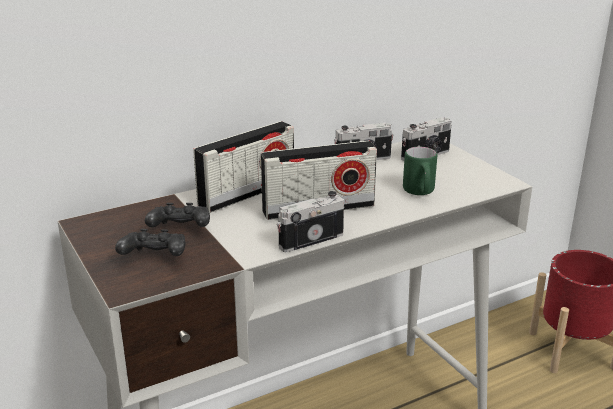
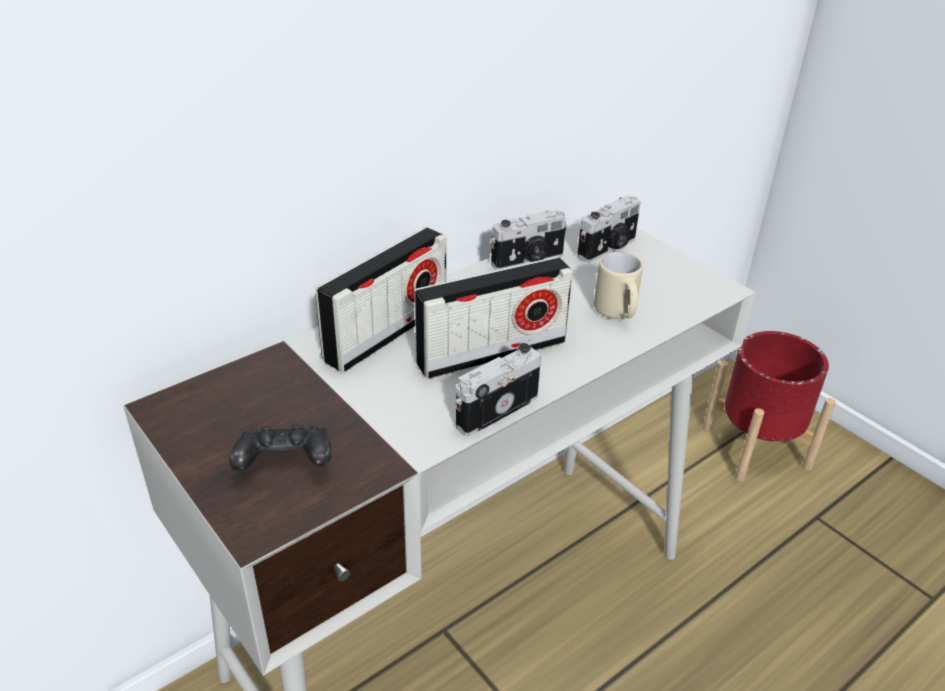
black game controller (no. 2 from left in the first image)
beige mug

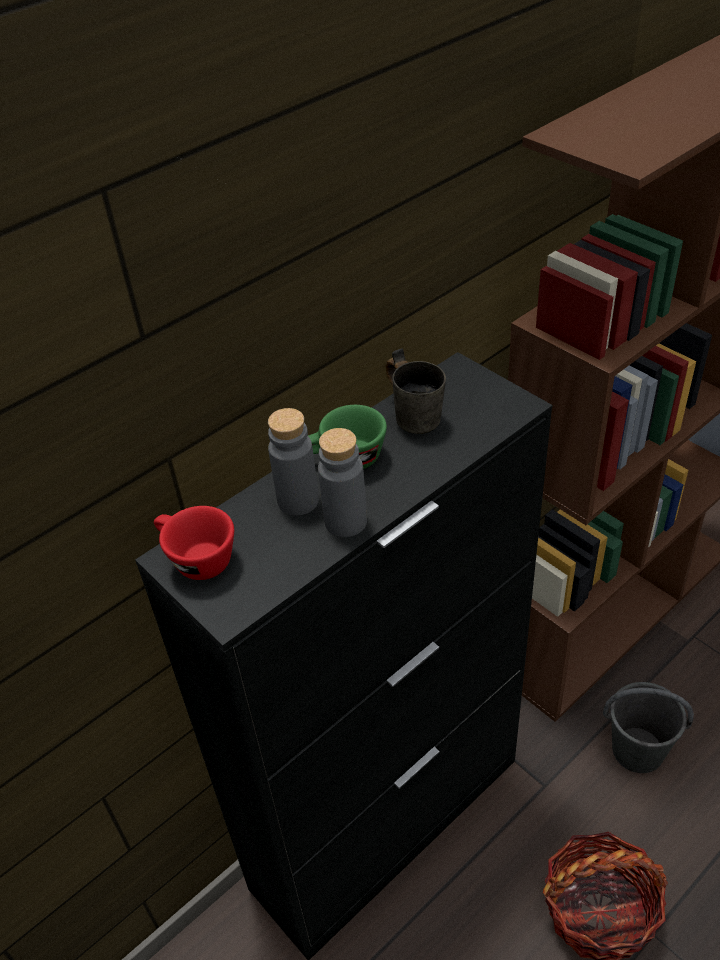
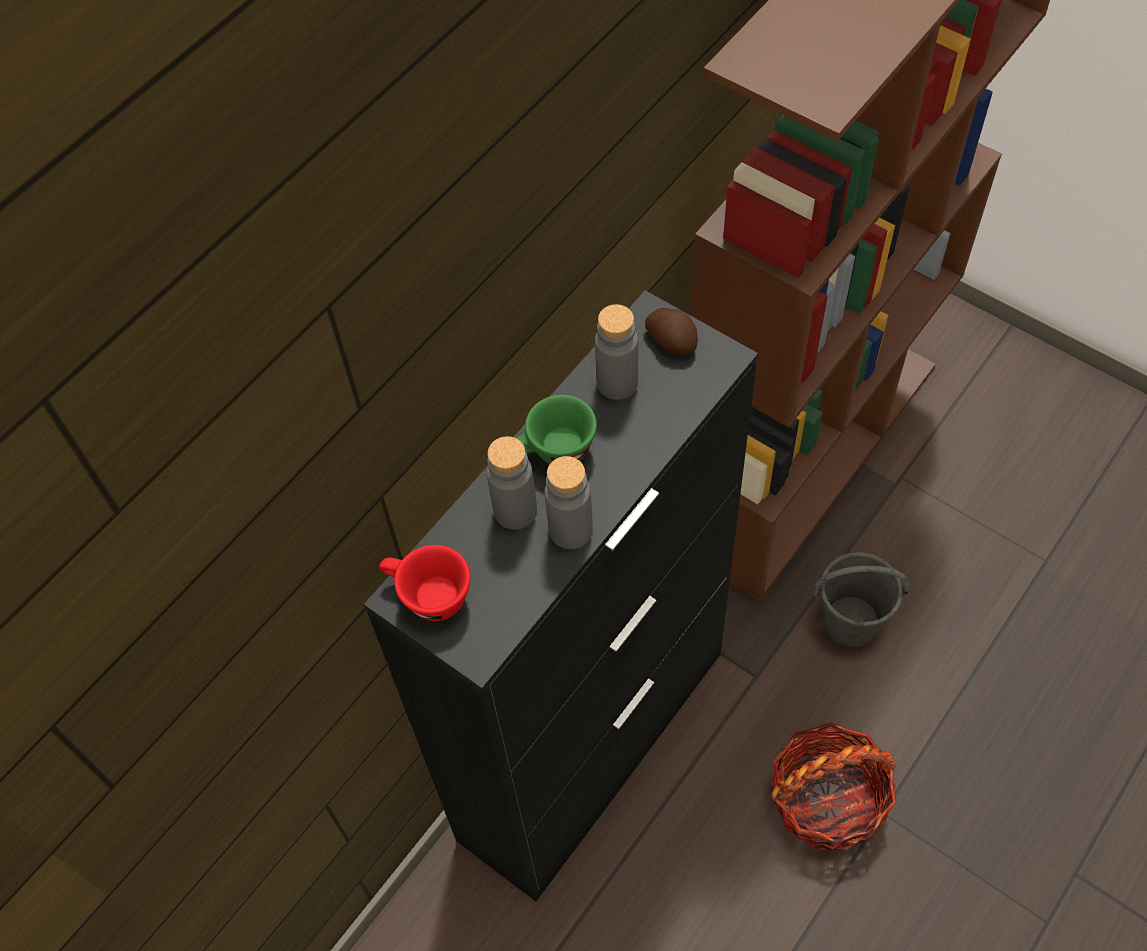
grey bottle (no. 3 from left)
potato

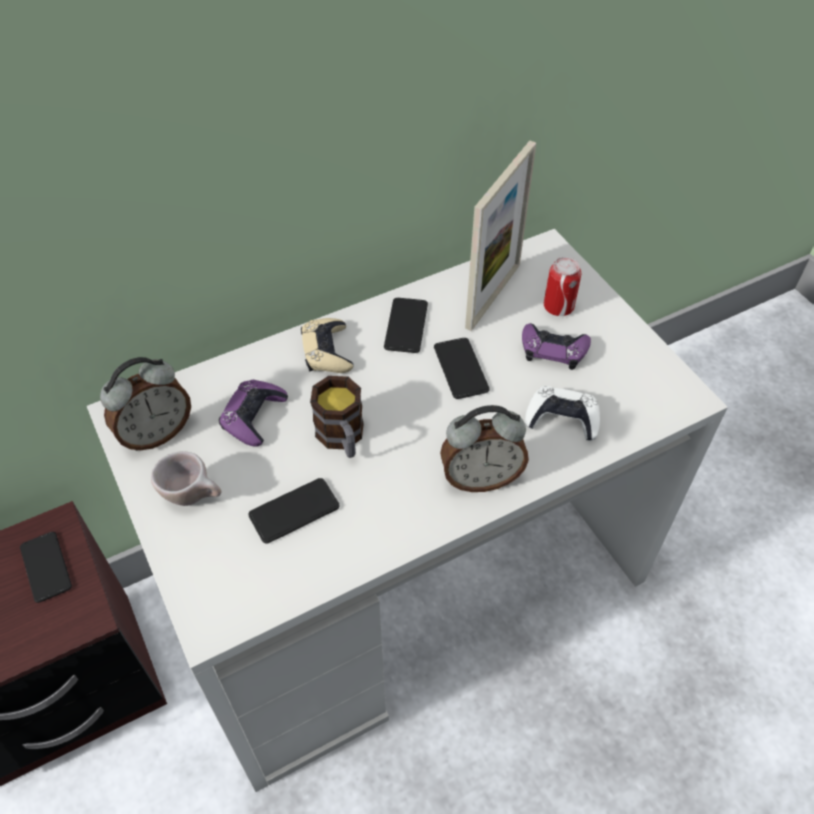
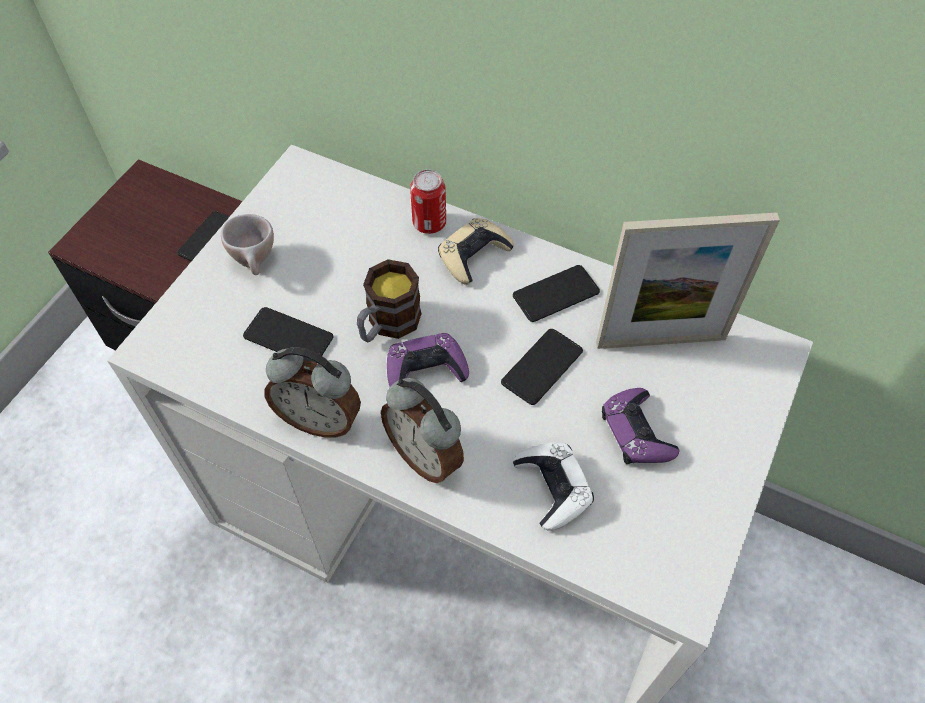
alarm clock (no. 1 from left)
purple game controller (no. 1 from left)
can

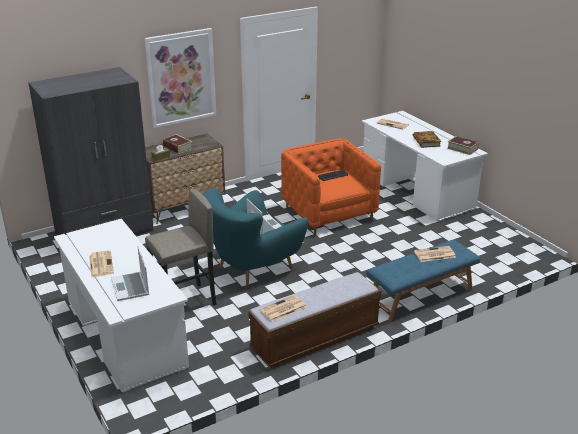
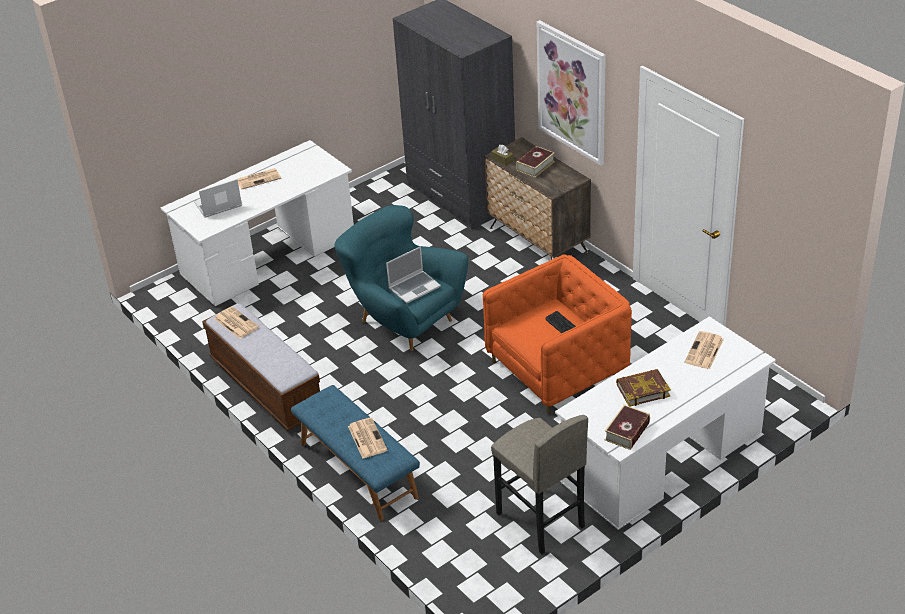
grey stool

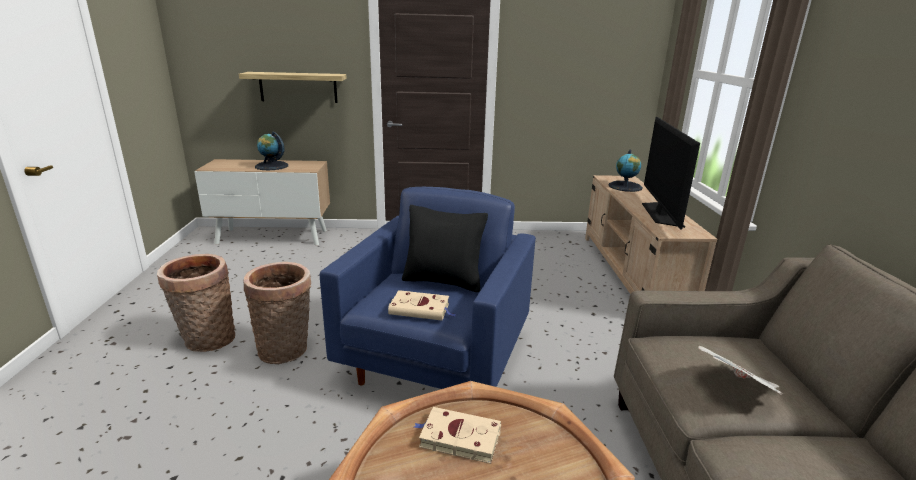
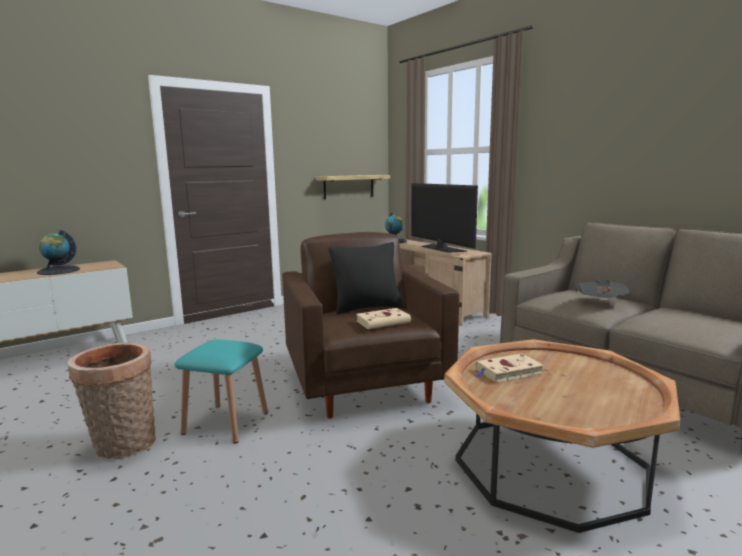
shelf
turquoise stool
brown armchair

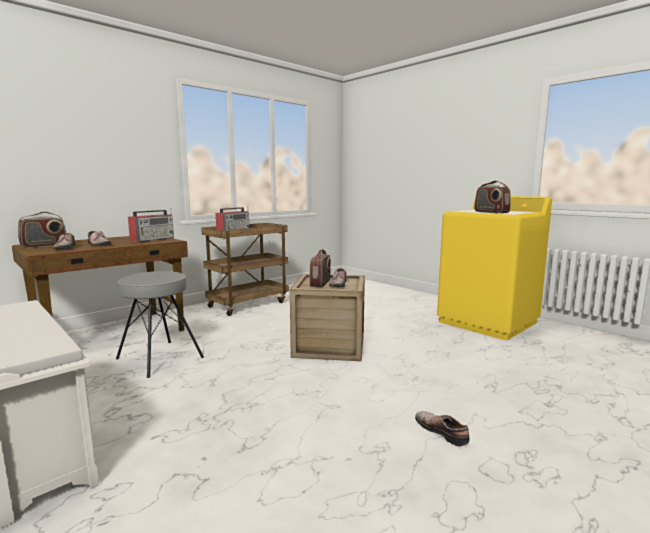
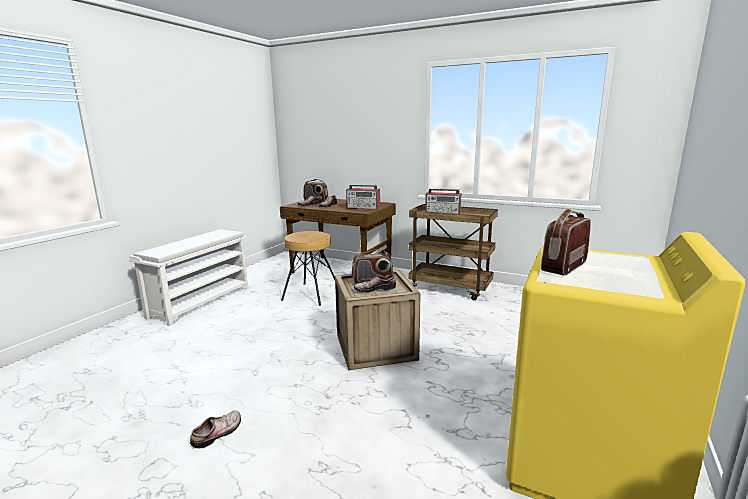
brown stool

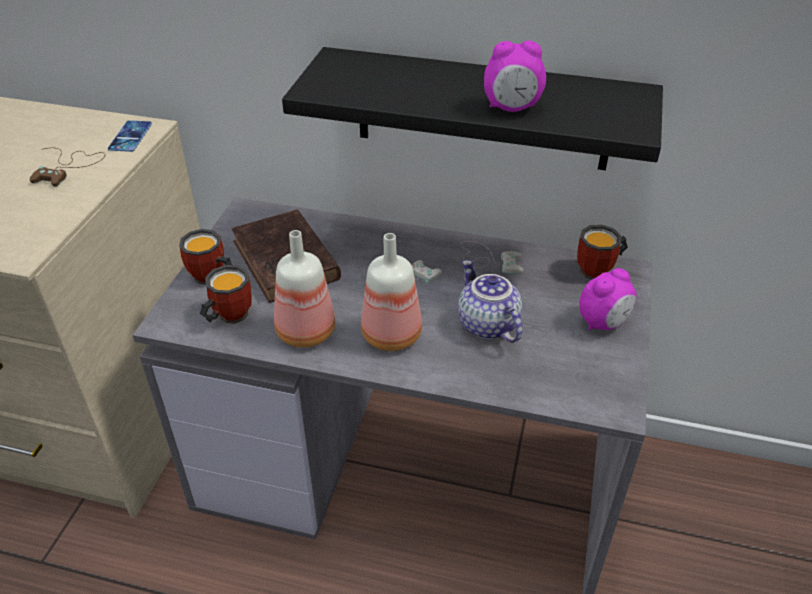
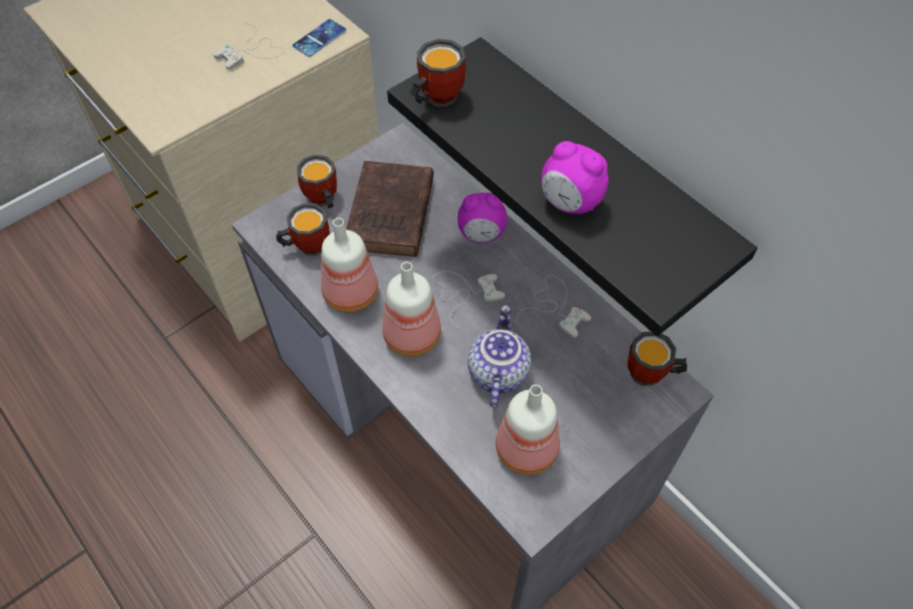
white game controller (no. 1 from left)
alarm clock (no. 1 from left)
mug (no. 3 from left)
bottle (no. 3 from left)

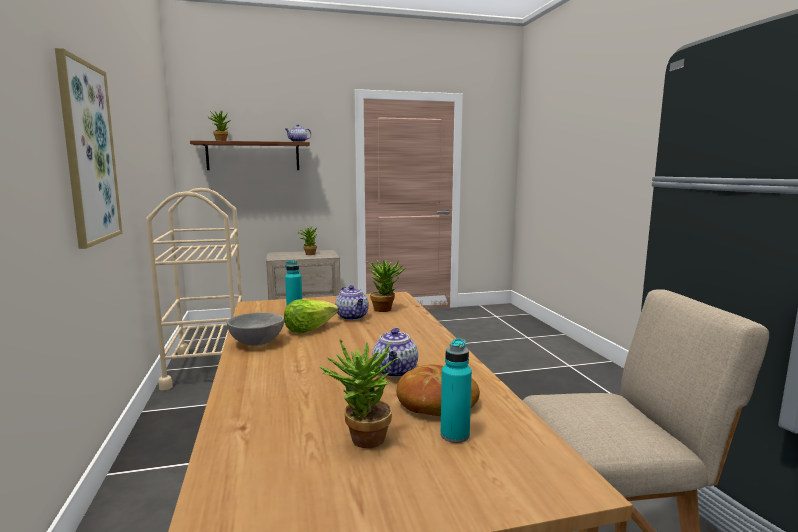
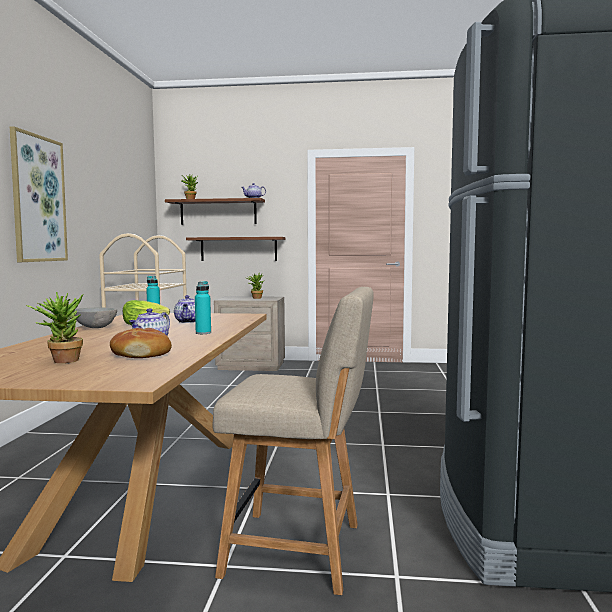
potted plant (no. 4 from left in the first image)
turquoise bottle (no. 2 from left)
brown shelf (no. 2 from left)

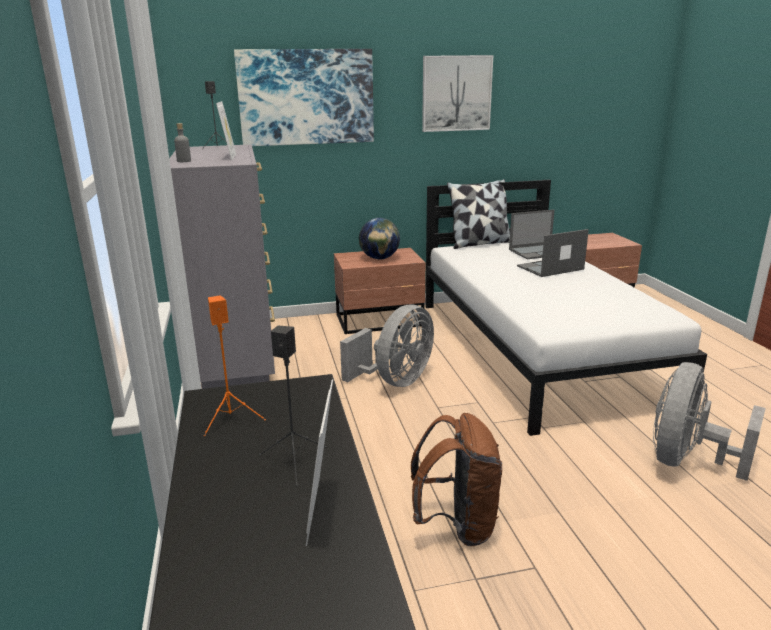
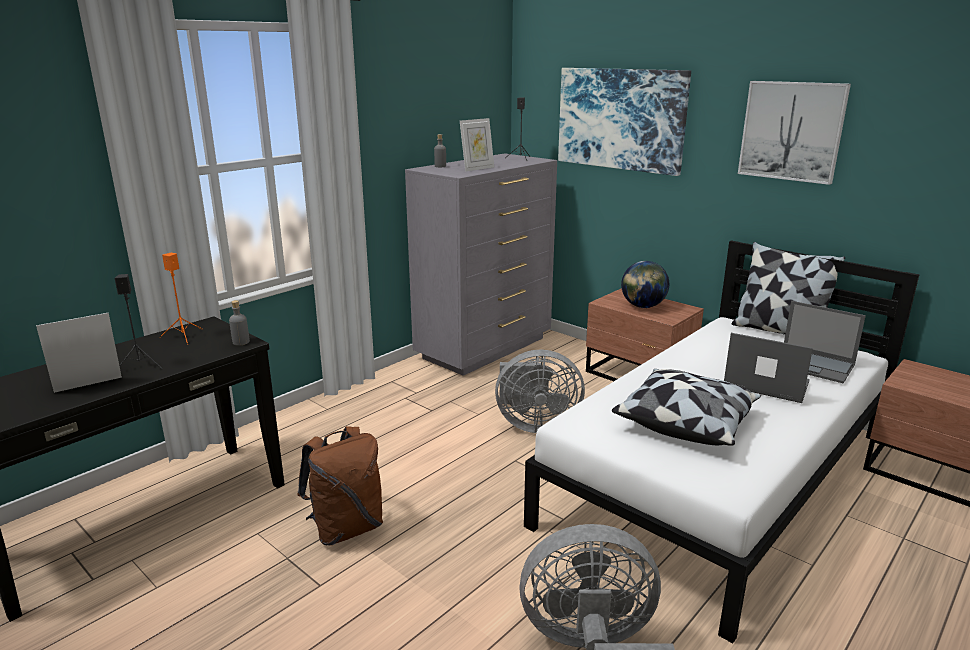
grey bottle (no. 1 from left)
pillow (no. 1 from left)

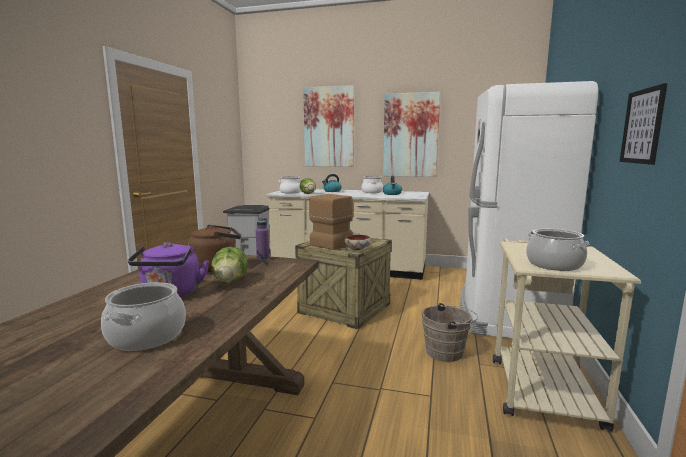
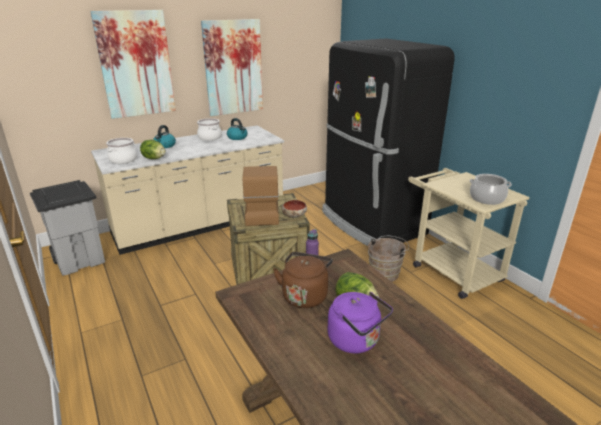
cooking pot (no. 1 from left in the first image)
black fridge
picture (no. 3 from left in the first image)

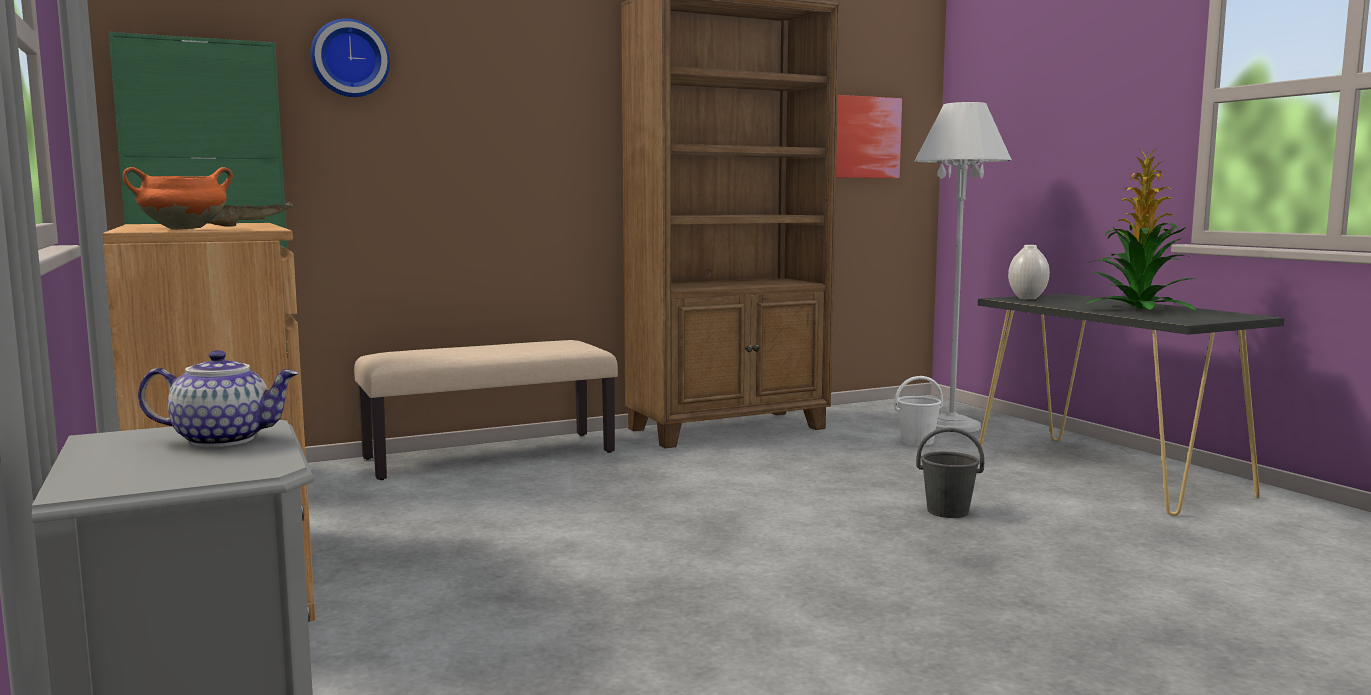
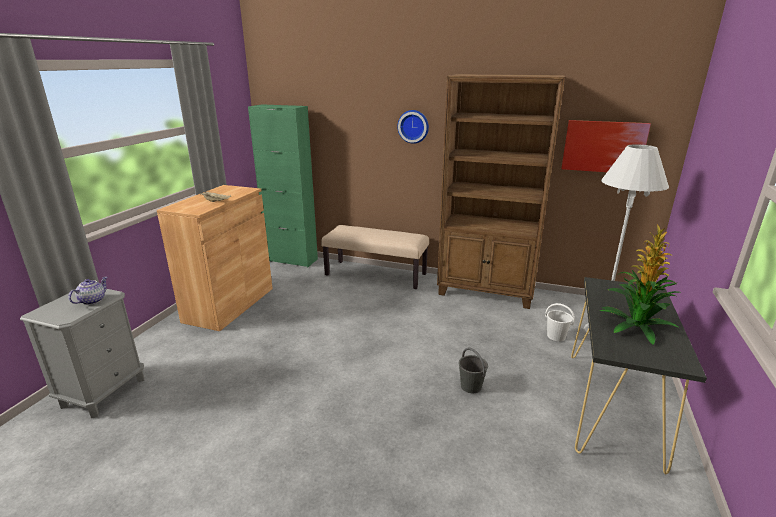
orange cooking pot
teapot
wall clock
white vase

